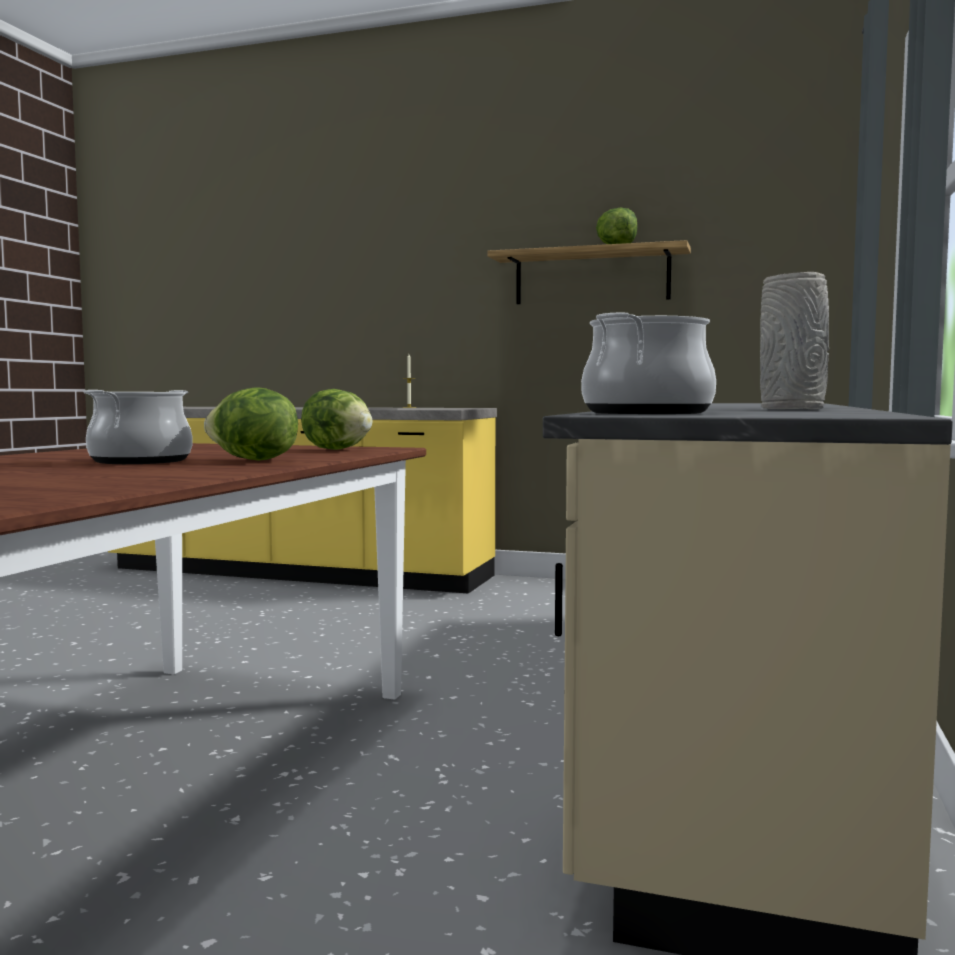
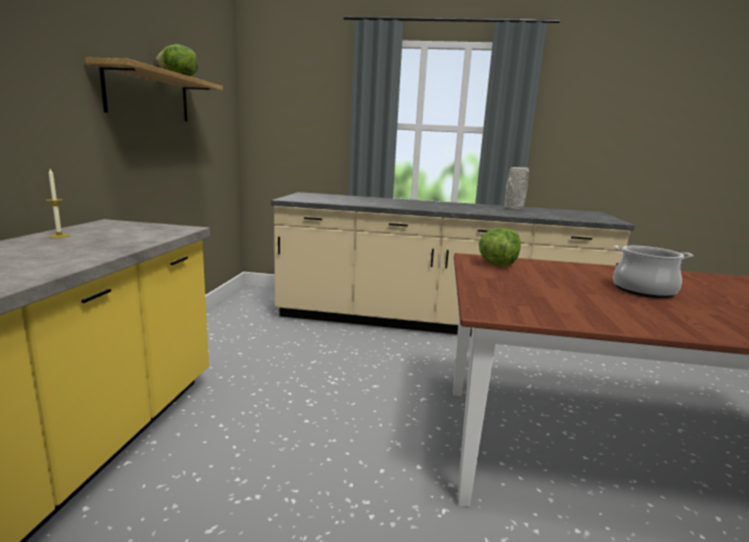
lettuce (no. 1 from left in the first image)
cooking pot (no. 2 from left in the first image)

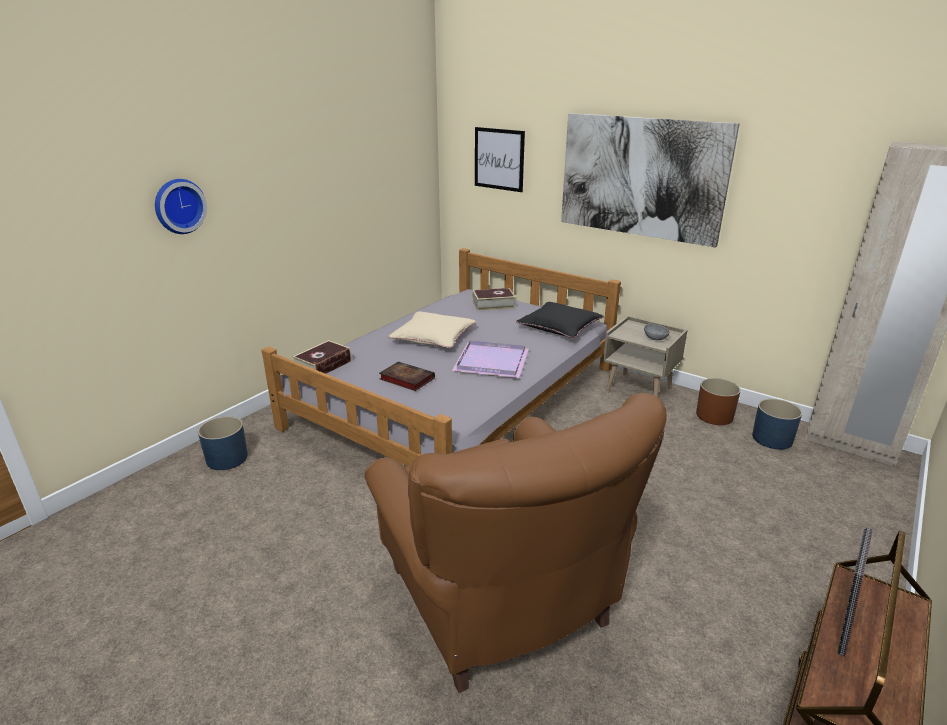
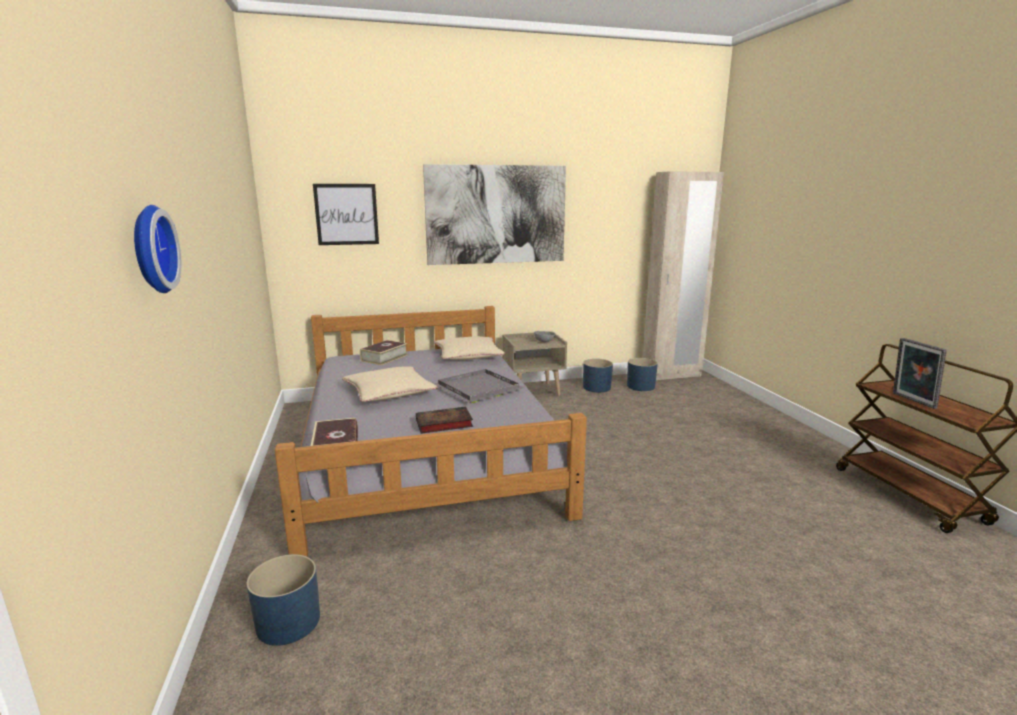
brown armchair
grey tray
beige pillow (no. 2 from left)
blue planter (no. 2 from left)

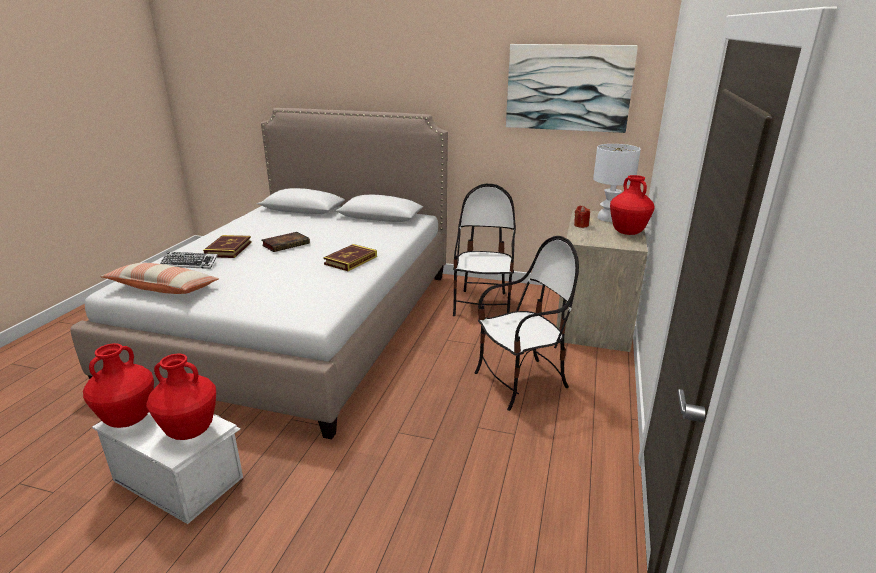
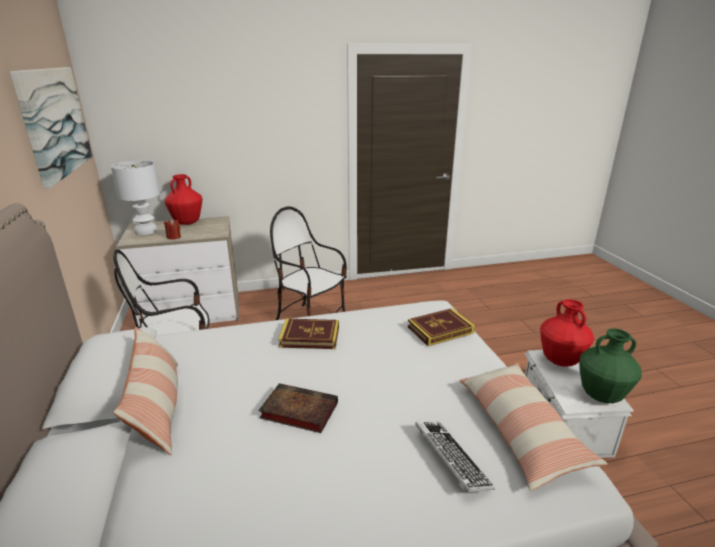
green vase
book (no. 3 from left)
pillow (no. 1 from left)

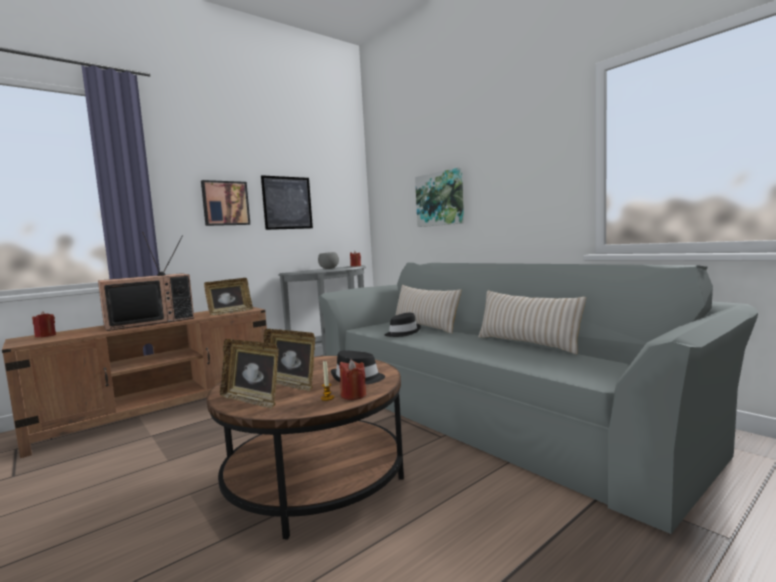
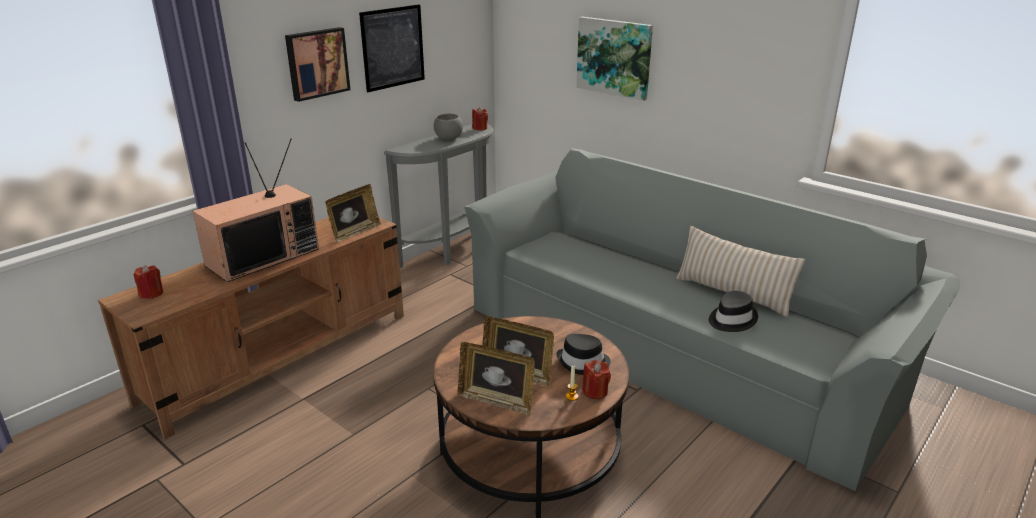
black hat (no. 2 from left)
beige pillow (no. 1 from left in the first image)

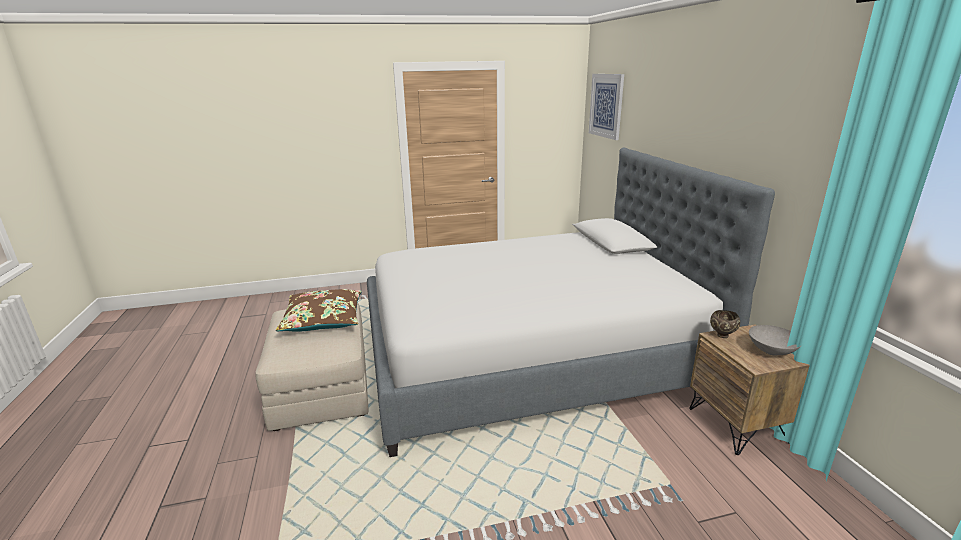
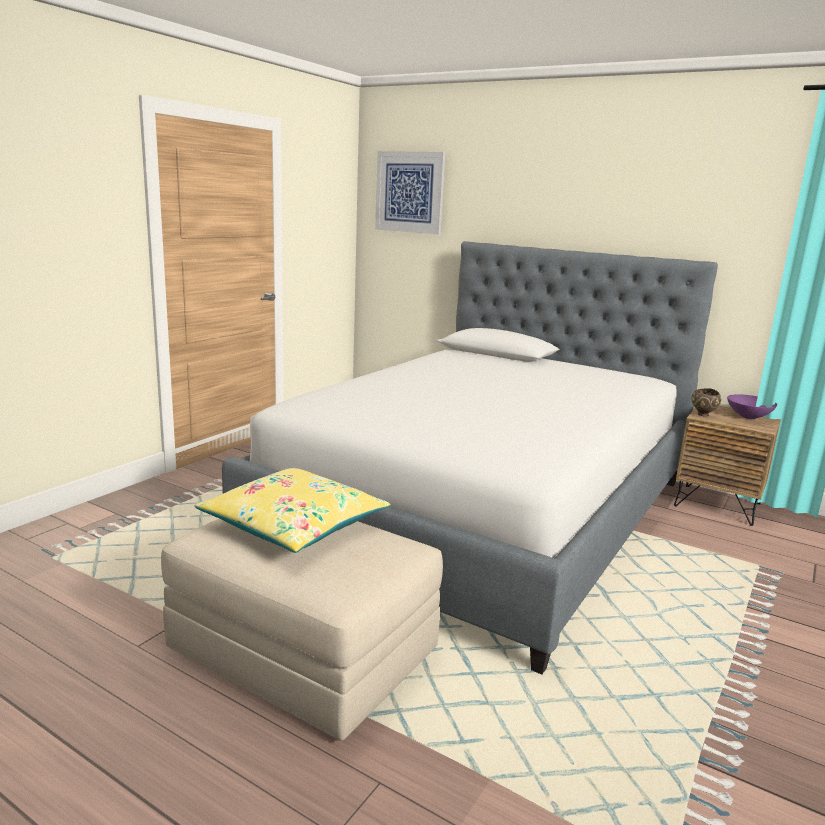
yellow pillow
purple bowl

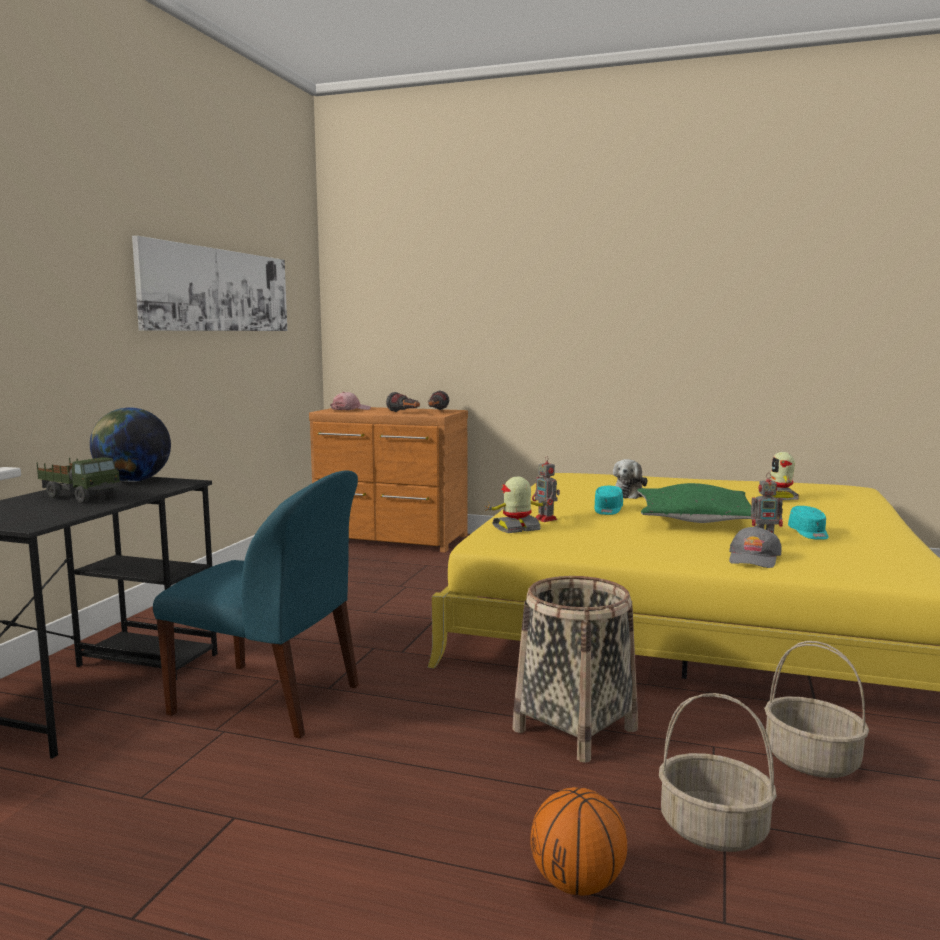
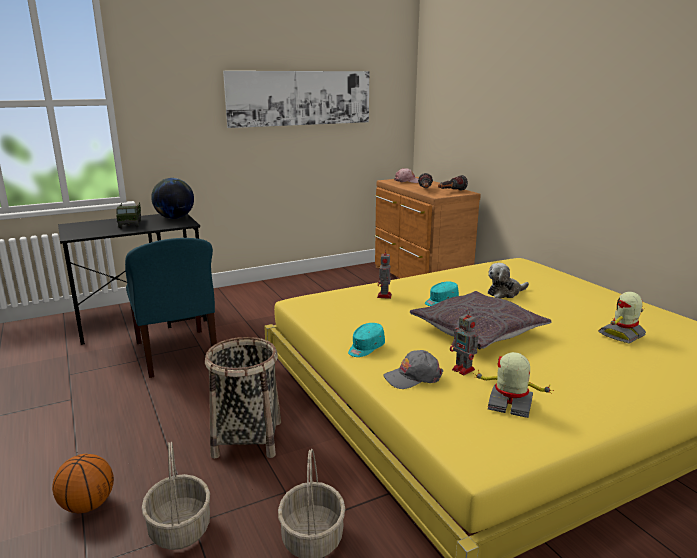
toy robot (no. 3 from left)
grey pillow
turquoise cap (no. 1 from left)

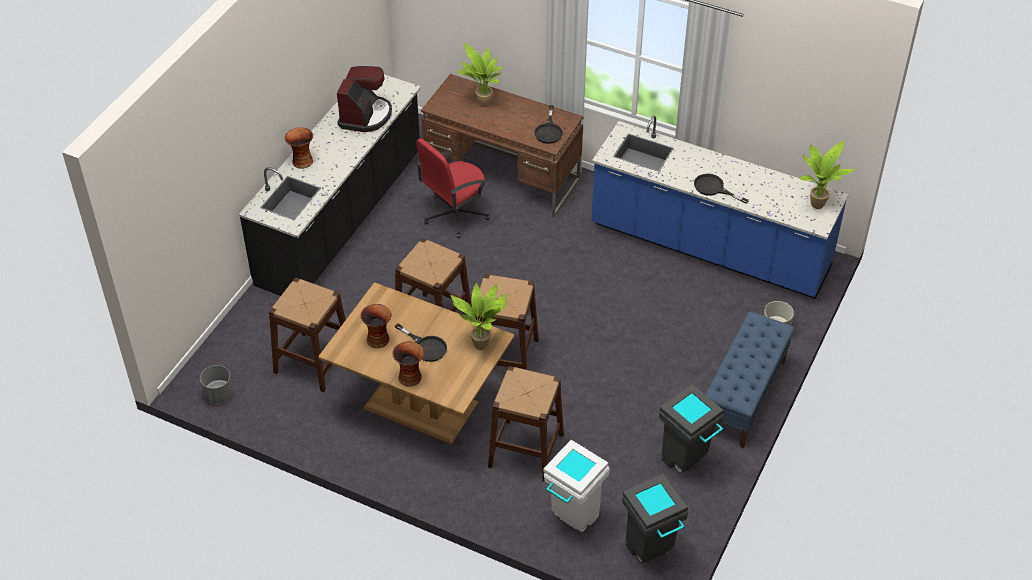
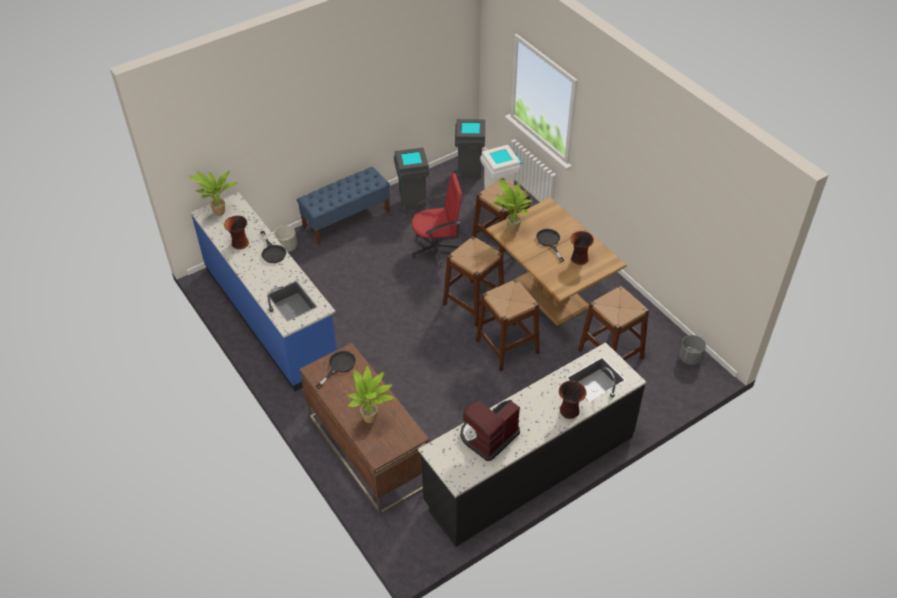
vase (no. 1 from left)
red office chair

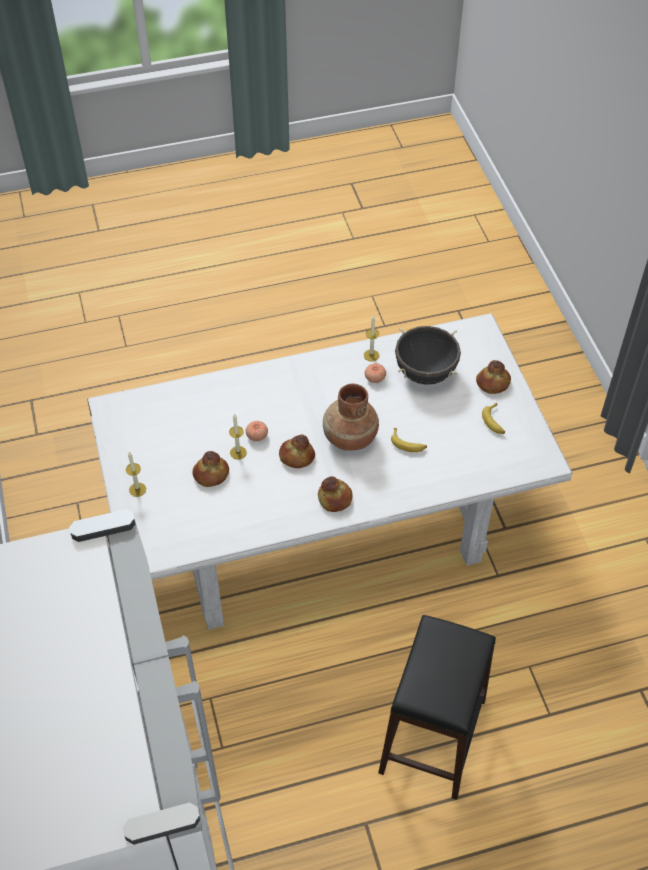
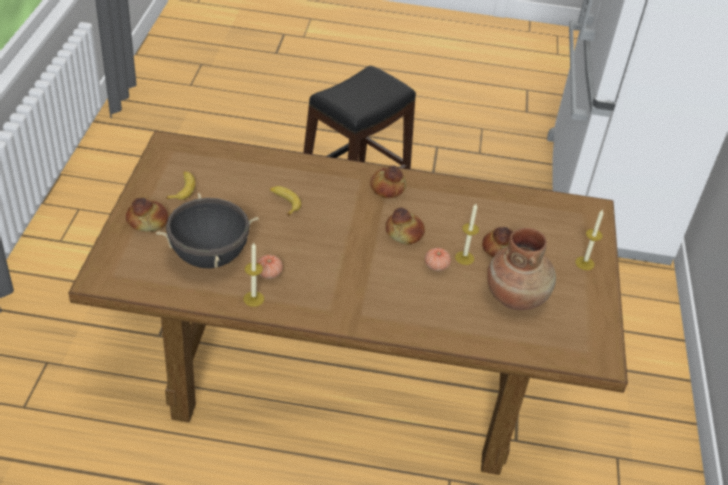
brown dining table
brown vase

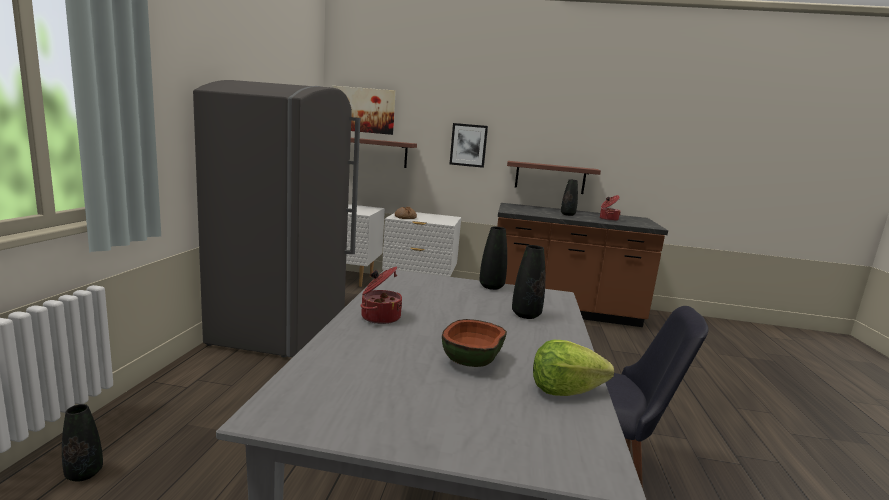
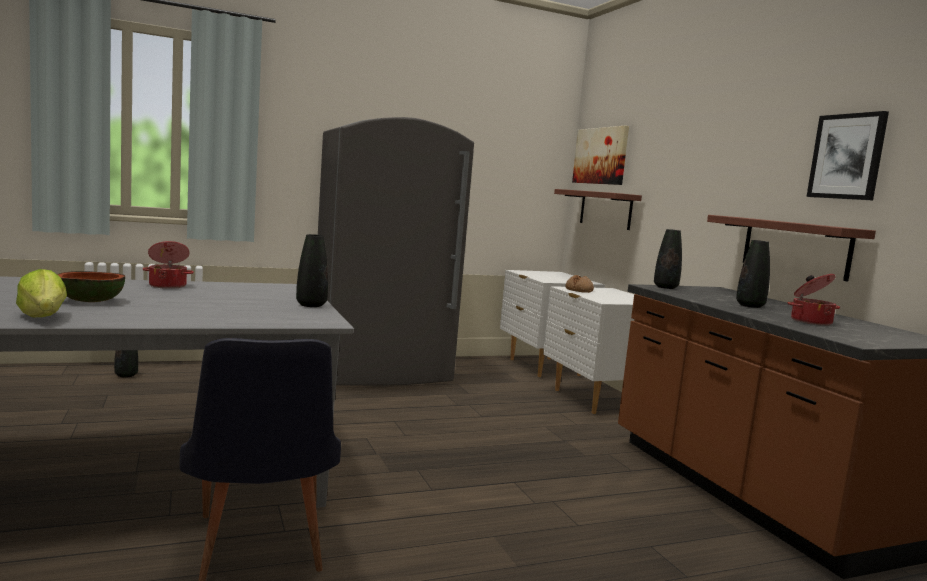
picture (no. 2 from left)
black vase (no. 3 from left)

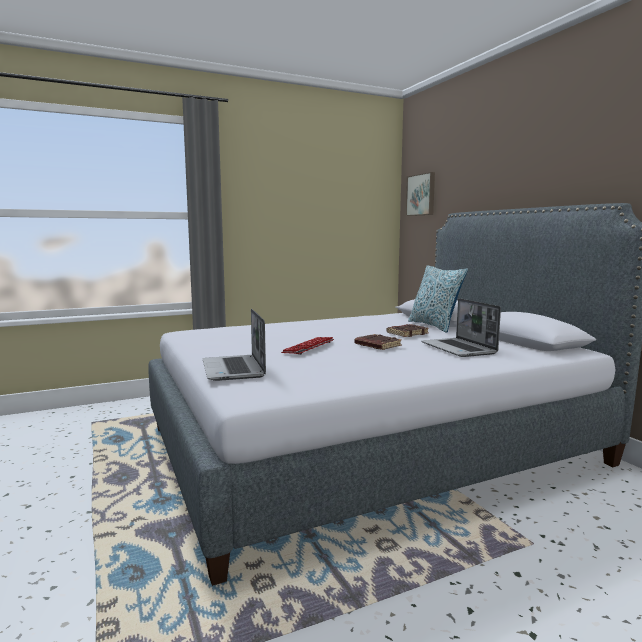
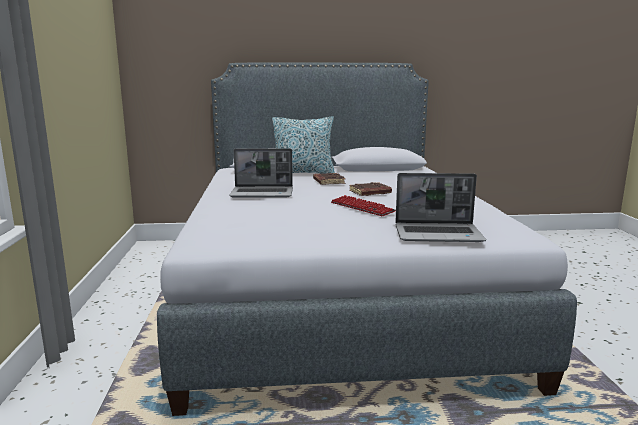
picture
laptop (no. 1 from left)

